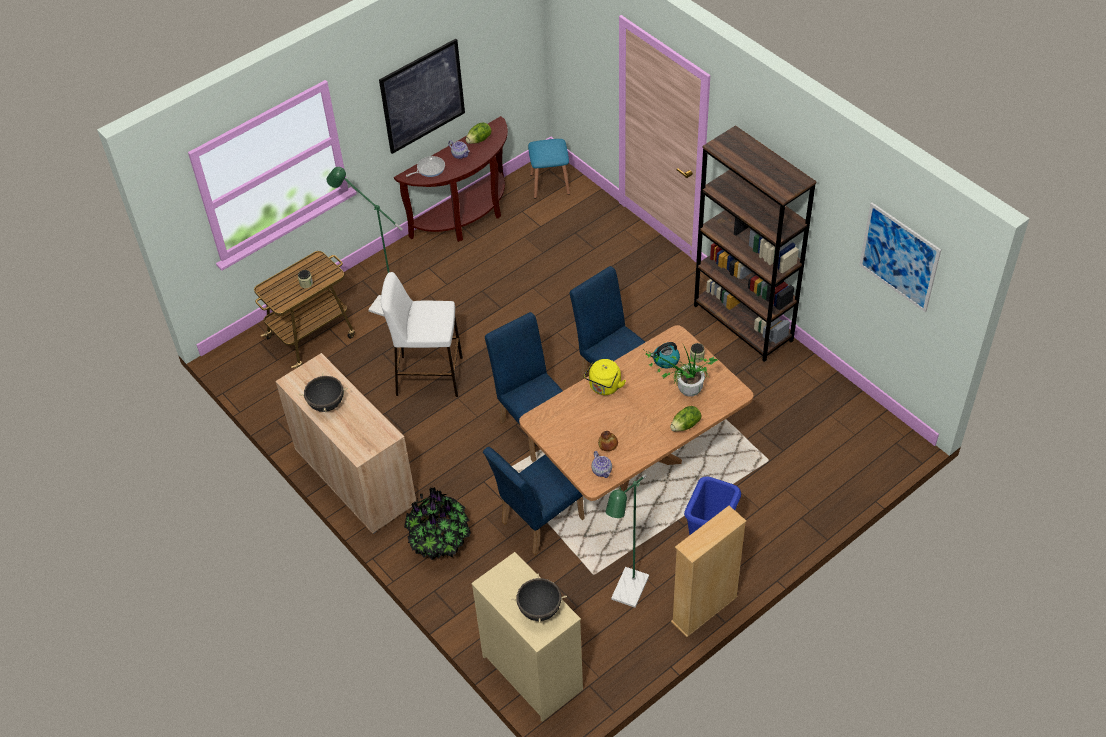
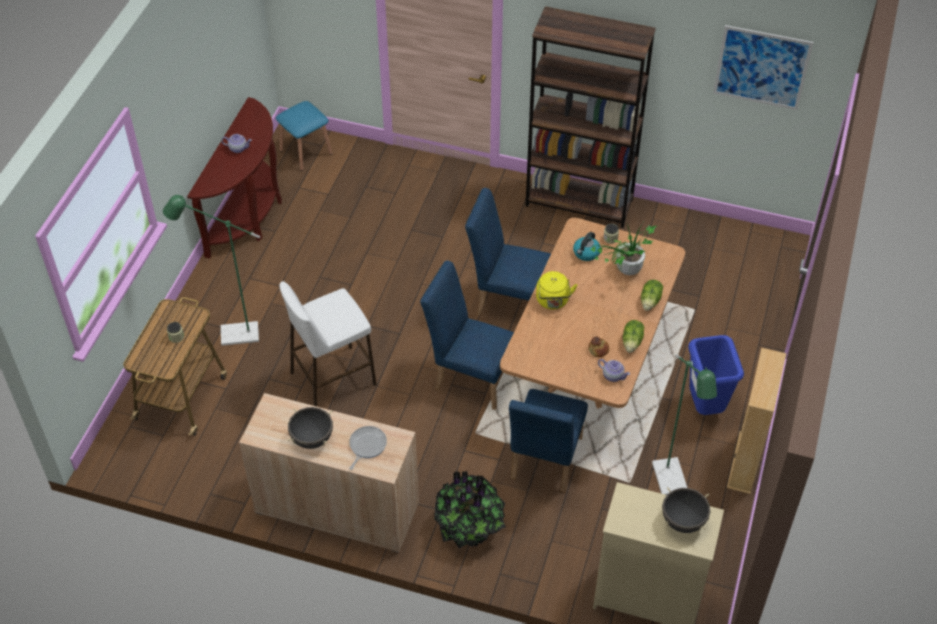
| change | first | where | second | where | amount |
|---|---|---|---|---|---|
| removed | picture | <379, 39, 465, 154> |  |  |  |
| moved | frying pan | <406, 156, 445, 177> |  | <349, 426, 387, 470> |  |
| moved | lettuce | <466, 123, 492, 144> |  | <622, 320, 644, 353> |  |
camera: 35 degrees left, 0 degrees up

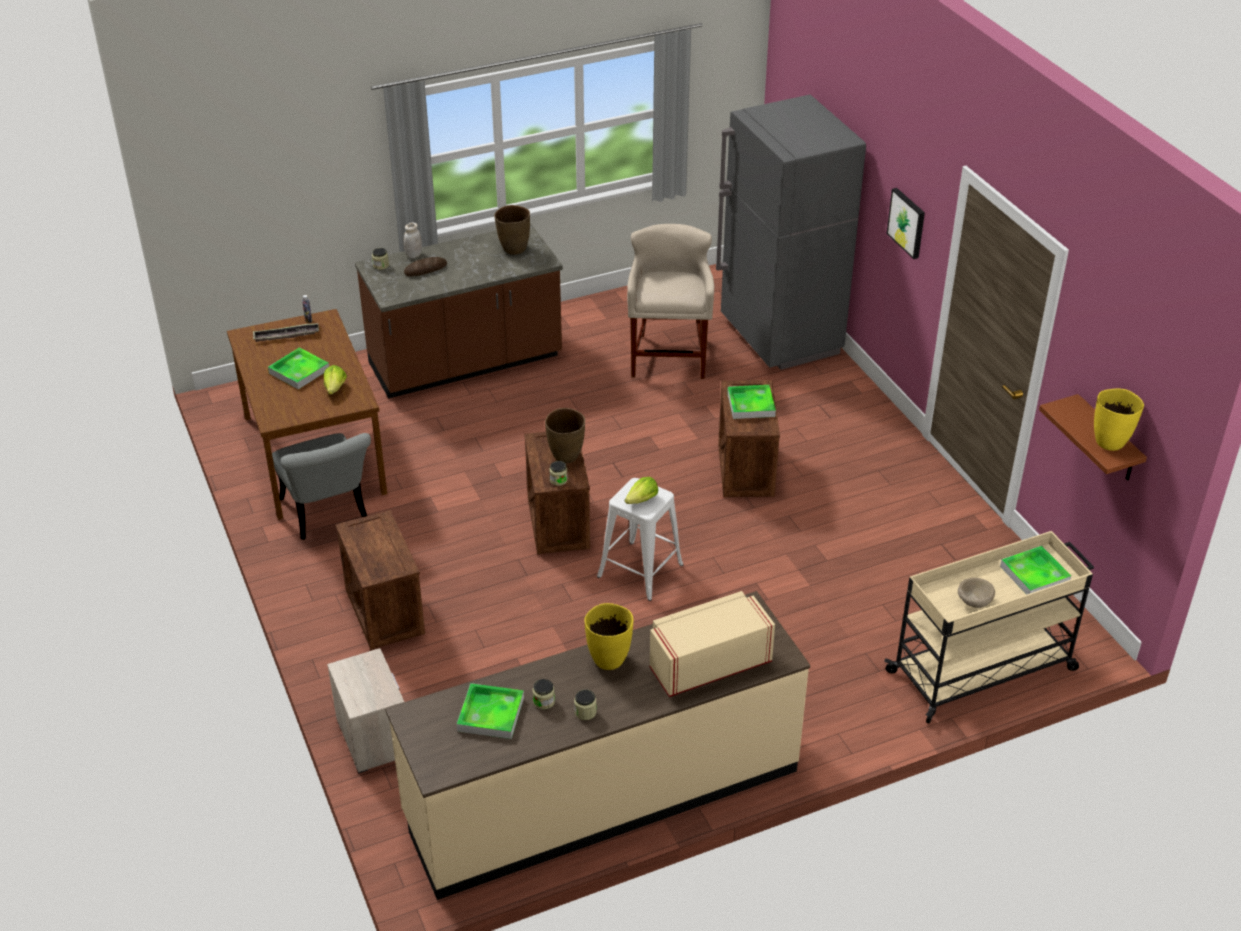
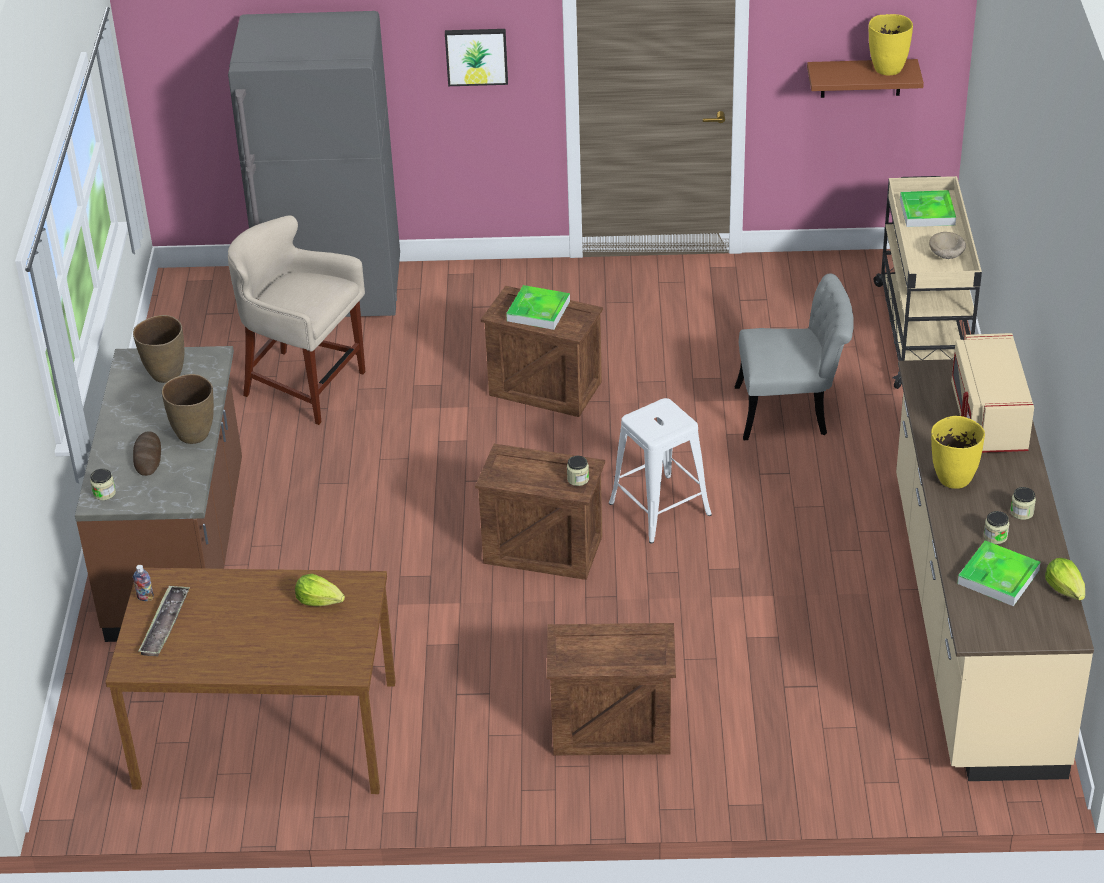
| change | first | where | second | where | amount |
|---|---|---|---|---|---|
| removed | tray | <268, 347, 329, 389> |  |  |  |
| moved | grey chair | <272, 433, 371, 540> |  | <735, 273, 854, 440> |  |
| removed | nightstand | <327, 648, 404, 774> |  |  |  |
| removed | white jar | <404, 222, 422, 258> |  |  |  |
| moved | brown vase | <545, 408, 585, 463> |  | <162, 374, 214, 444> |  |
| moved | lettuce | <625, 477, 658, 504> |  | <1045, 558, 1085, 600> |  |
camera: 65 degrees left, 0 degrees up

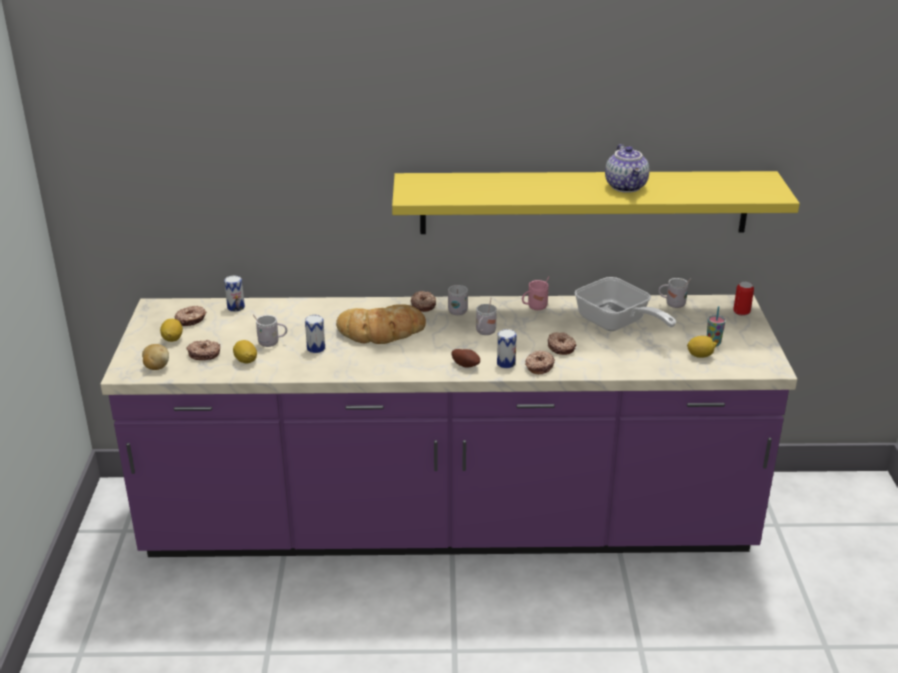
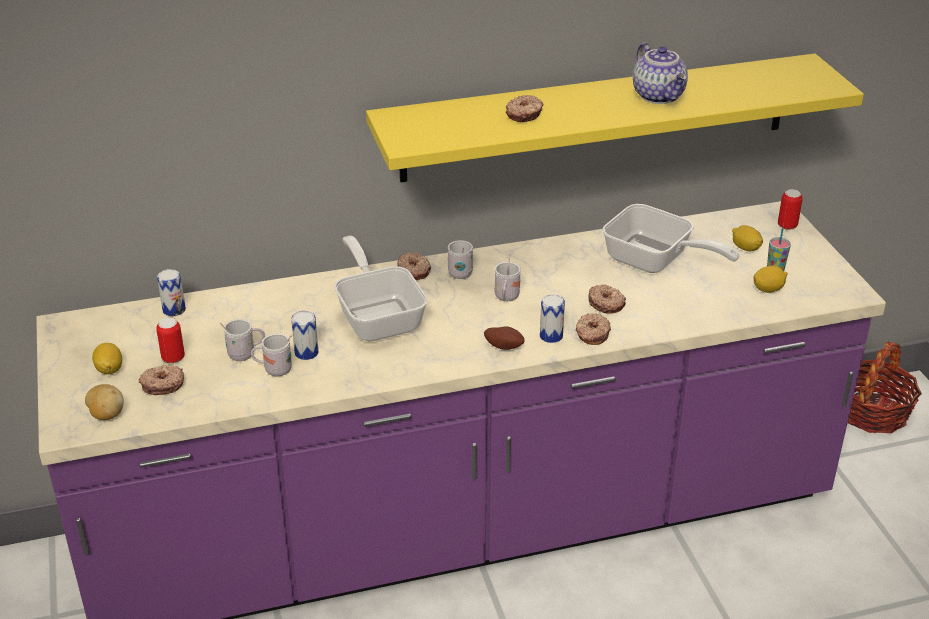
| change | first | where | second | where | amount |
|---|---|---|---|---|---|
| moved | donut | <175, 306, 207, 326> |  | <506, 95, 543, 122> |  |
| moved | lemon | <233, 340, 257, 363> |  | <732, 225, 763, 251> |  |
| replaced | bread | <336, 304, 426, 344> | frying pan | <334, 236, 428, 341> |  |
| removed | pink mug | <522, 277, 549, 310> |  |  |  |
| moved | white mug | <658, 278, 691, 308> |  | <251, 333, 292, 376> |  |
| added |  |  | can | <156, 318, 185, 363> |  |
| added |  |  | basket | <848, 342, 922, 433> |  |
camera: 15 degrees left, 5 degrees up

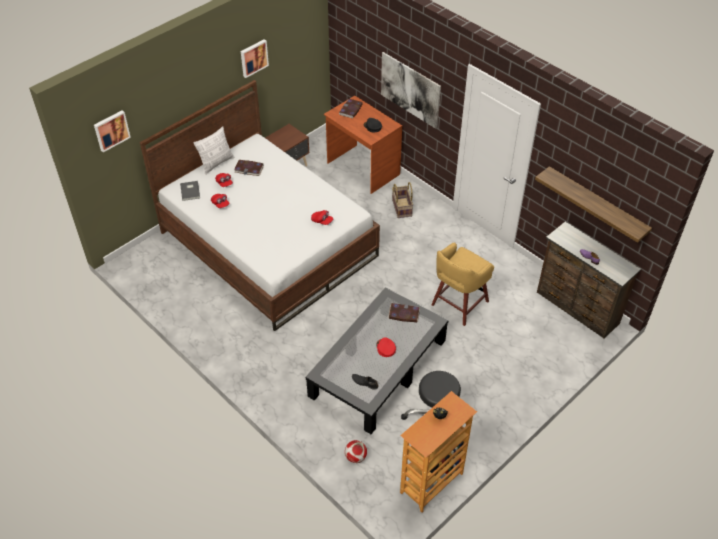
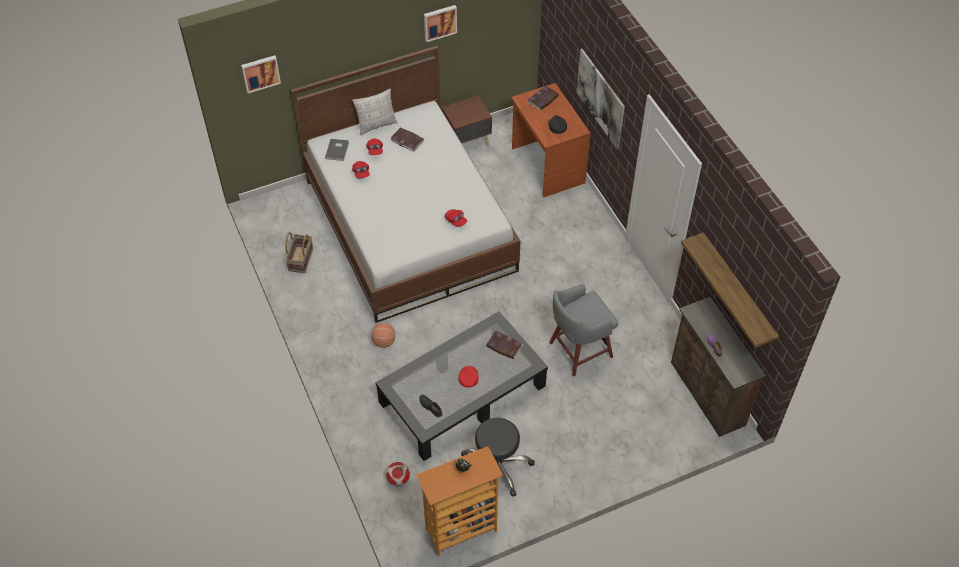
| change | first | where | second | where | amount |
|---|---|---|---|---|---|
| moved | basket | <392, 182, 413, 218> |  | <285, 232, 313, 273> |  |
| recoloured | yellow stool | <431, 242, 494, 326> | grey stool | <549, 284, 618, 377> |  |
| added |  |  | basketball | <371, 323, 396, 348> |  |
camera: 20 degrees right, 5 degrees up

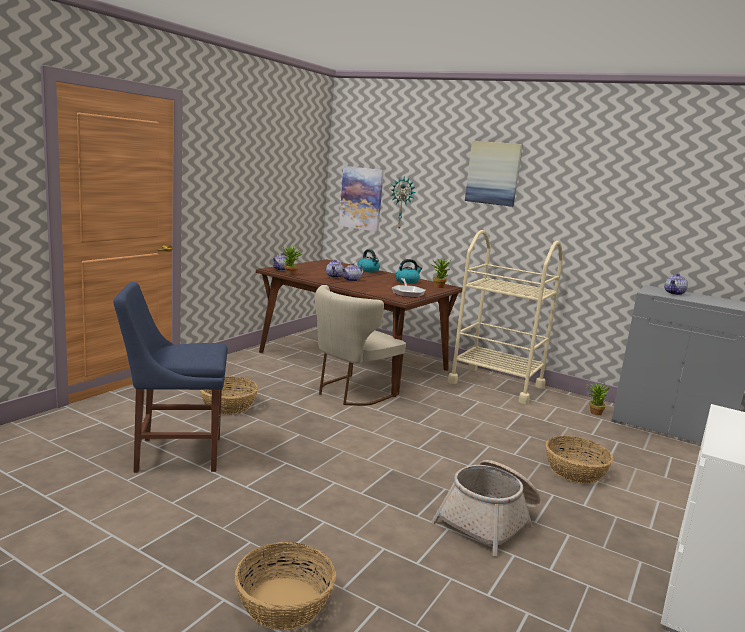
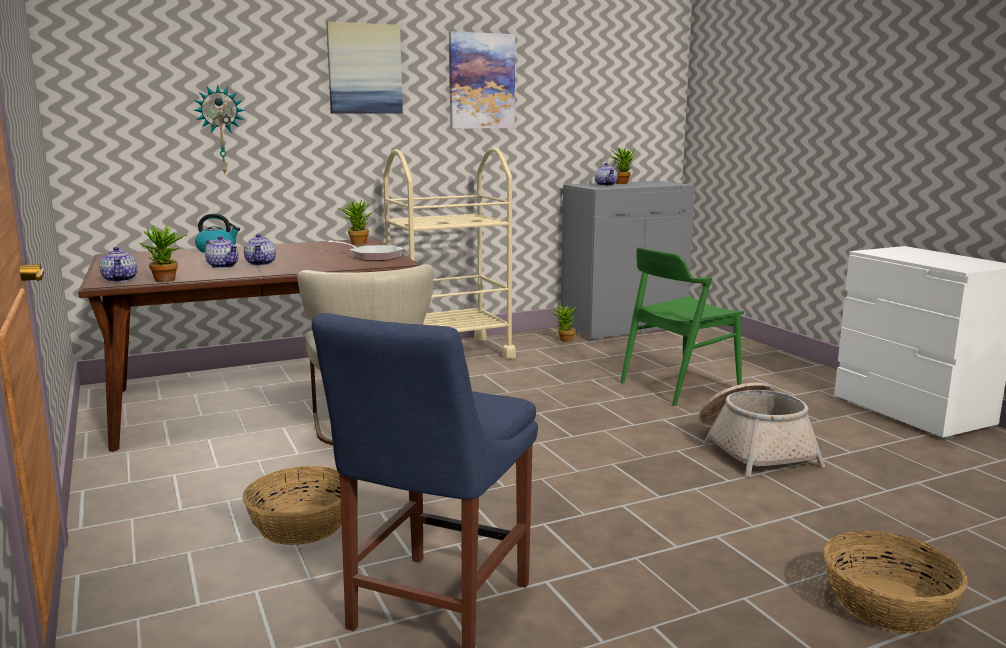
| change | first | where | second | where | amount |
|---|---|---|---|---|---|
| moved | picture | <339, 166, 384, 232> |  | <449, 31, 515, 129> |  |
| removed | kettle | <396, 259, 422, 284> |  |  |  |
| replaced | basket | <546, 436, 613, 484> | green chair | <620, 247, 744, 406> |  |
| added |  |  | potted plant | <610, 147, 635, 184> |  |
camera: 55 degrees left, 0 degrees up

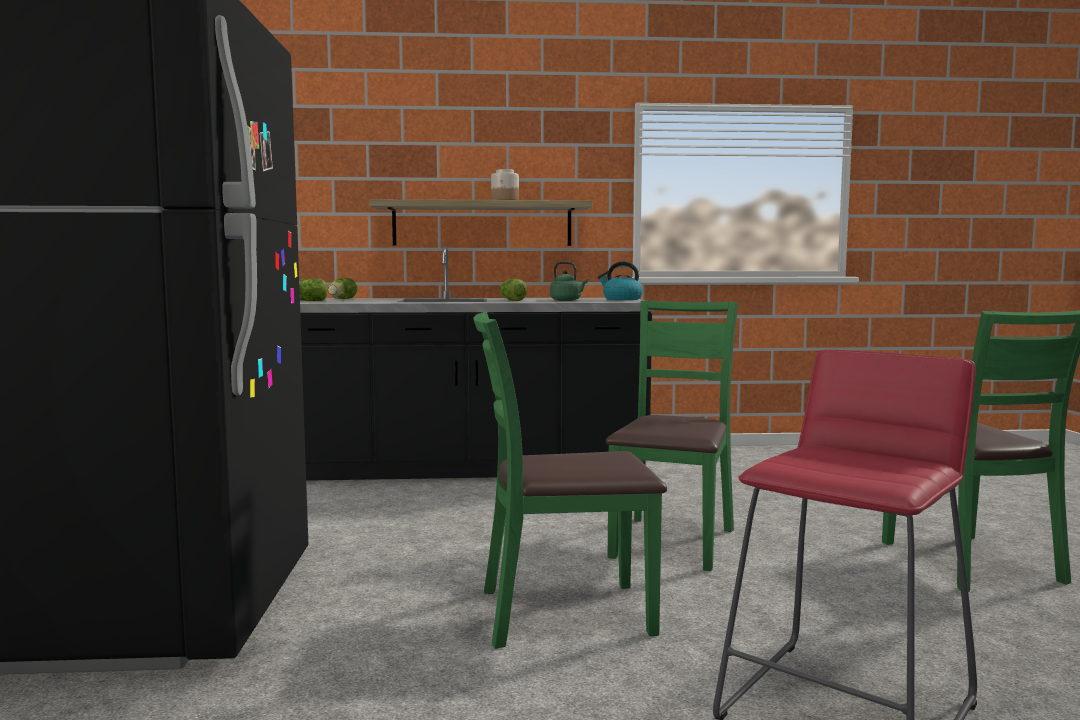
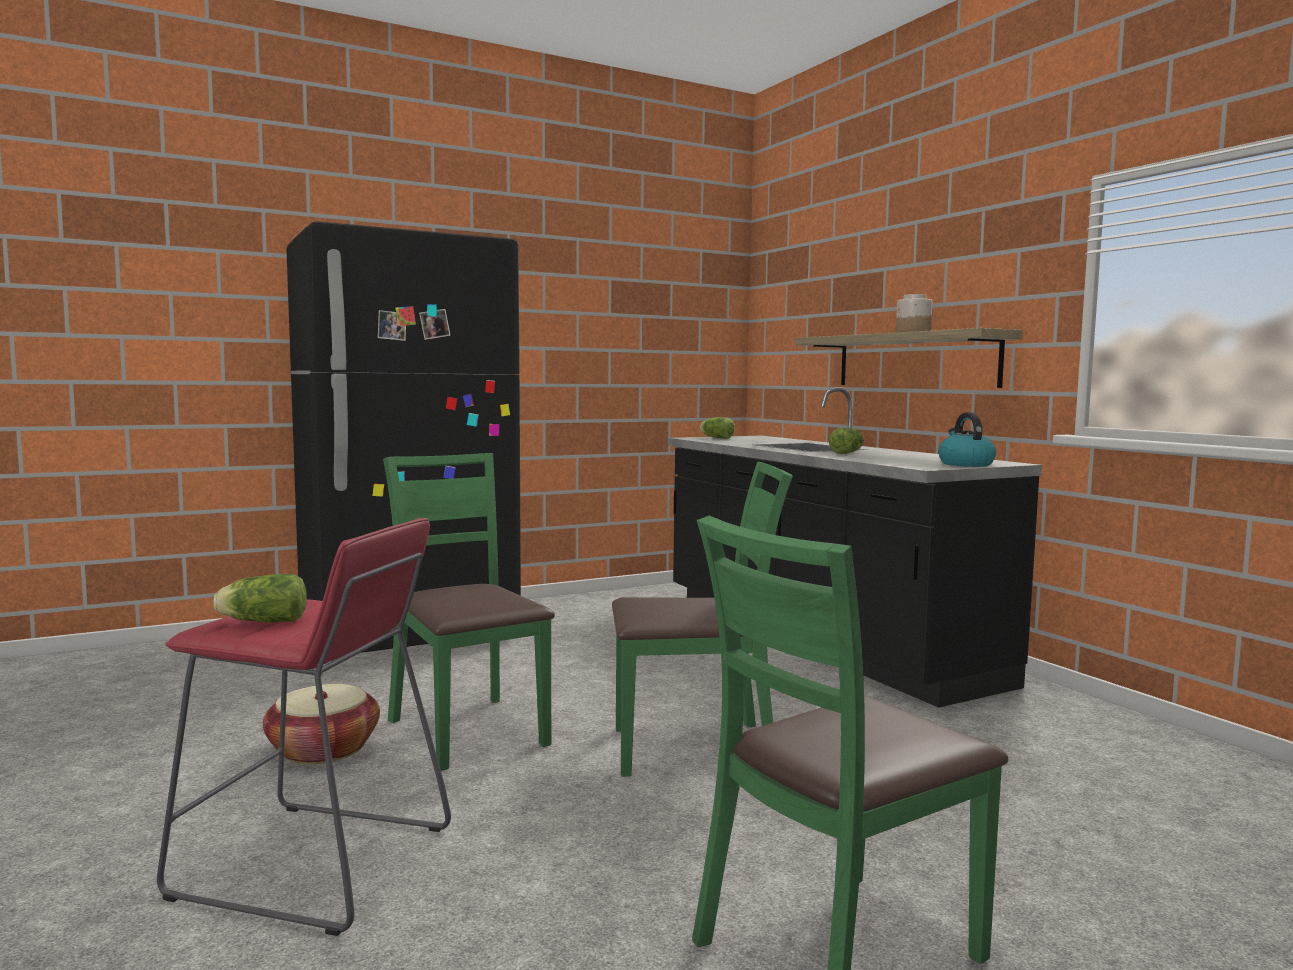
| change | first | where | second | where | amount |
|---|---|---|---|---|---|
| moved | lettuce | <328, 278, 357, 299> |  | <214, 574, 307, 622> |  |
| removed | green kettle | <550, 261, 588, 301> |  |  |  |
| added |  |  | basket | <263, 684, 380, 764> |  |
camera: 65 degrees right, 0 degrees up

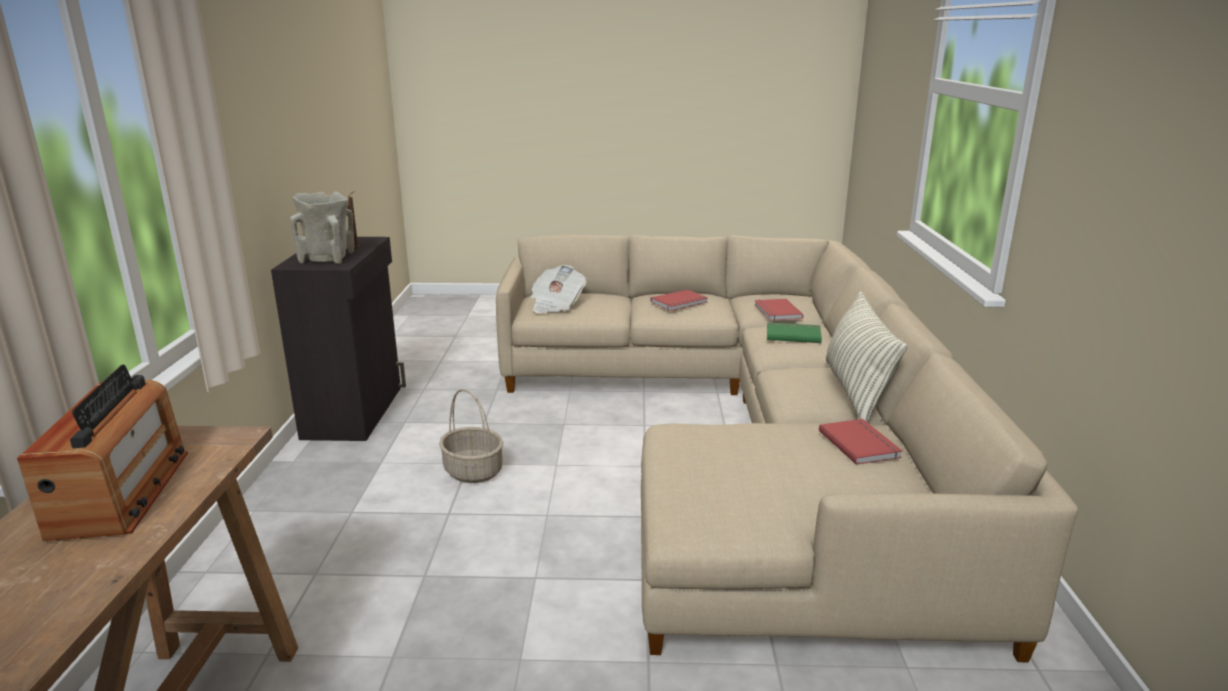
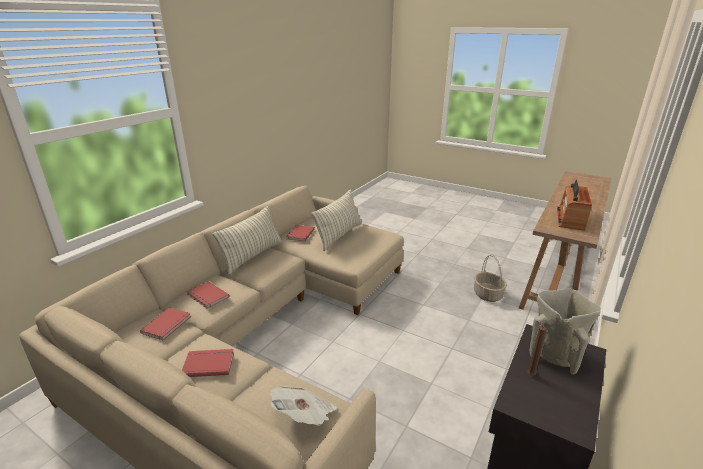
| change | first | where | second | where | amount |
|---|---|---|---|---|---|
| moved | basket | <439, 389, 503, 483> |  | <474, 255, 507, 302> |  |
| recoloured | green book | <767, 322, 822, 343> | red book | <187, 281, 229, 309> |  |
| added |  |  | pillow | <311, 189, 362, 251> |  |
camera: 150 degrees left, 5 degrees up

